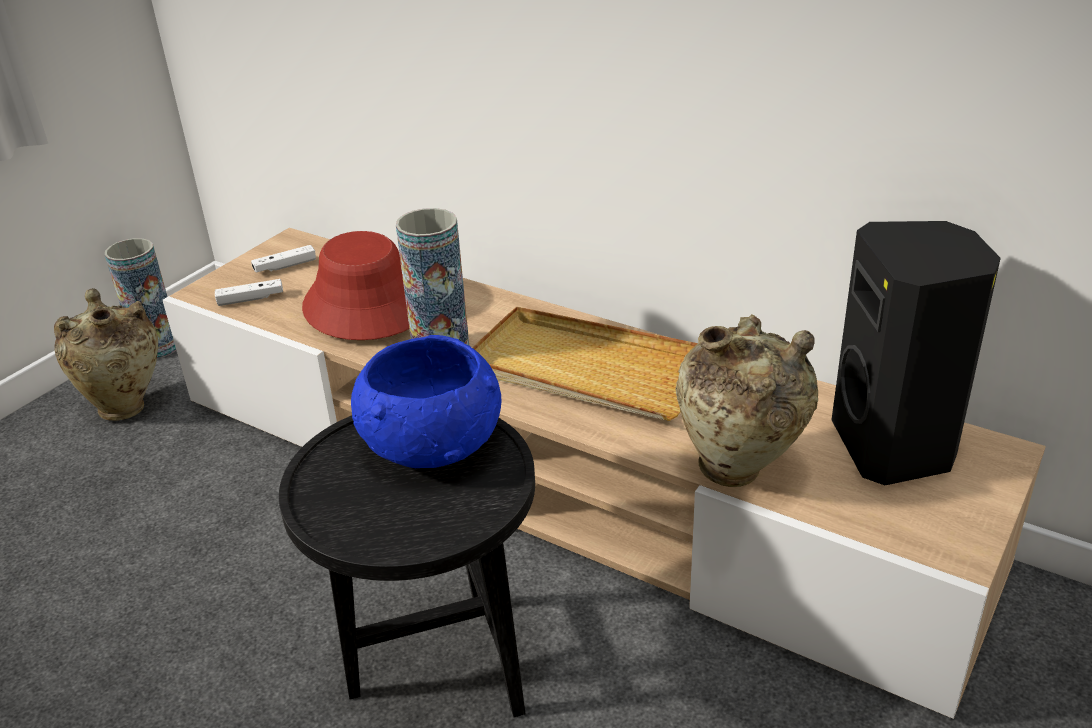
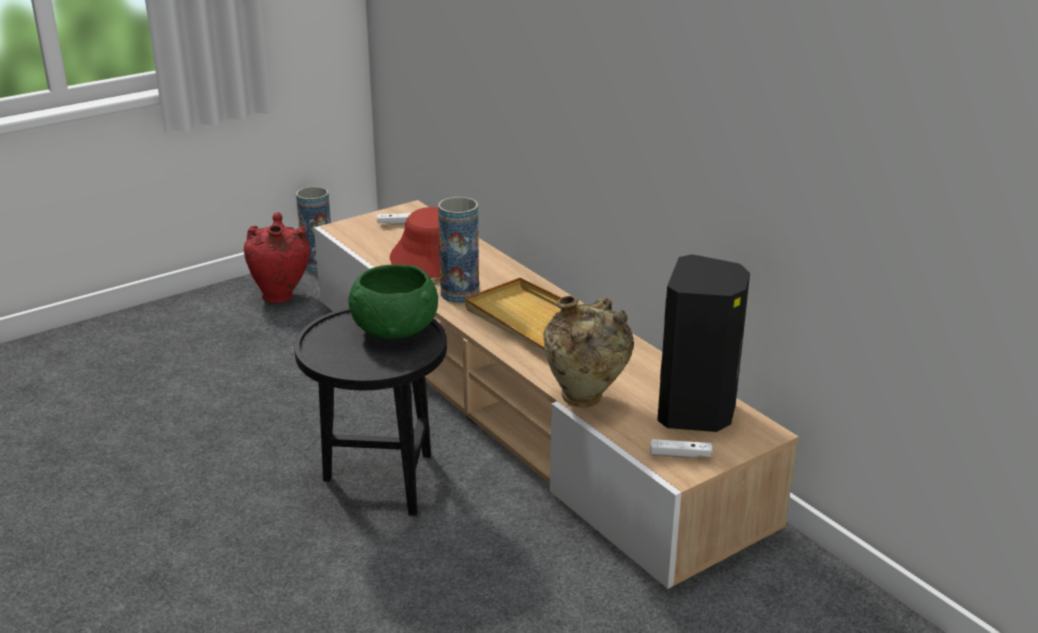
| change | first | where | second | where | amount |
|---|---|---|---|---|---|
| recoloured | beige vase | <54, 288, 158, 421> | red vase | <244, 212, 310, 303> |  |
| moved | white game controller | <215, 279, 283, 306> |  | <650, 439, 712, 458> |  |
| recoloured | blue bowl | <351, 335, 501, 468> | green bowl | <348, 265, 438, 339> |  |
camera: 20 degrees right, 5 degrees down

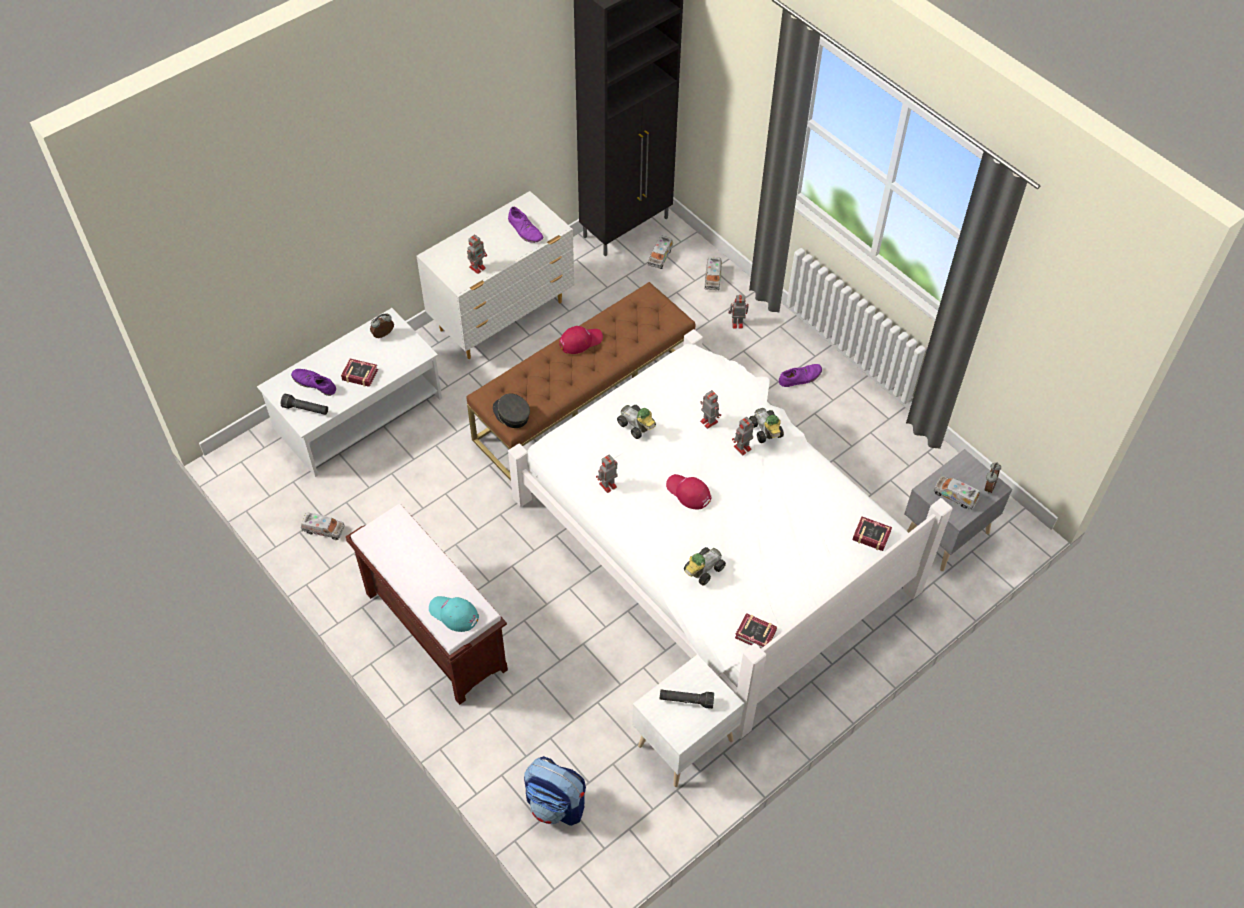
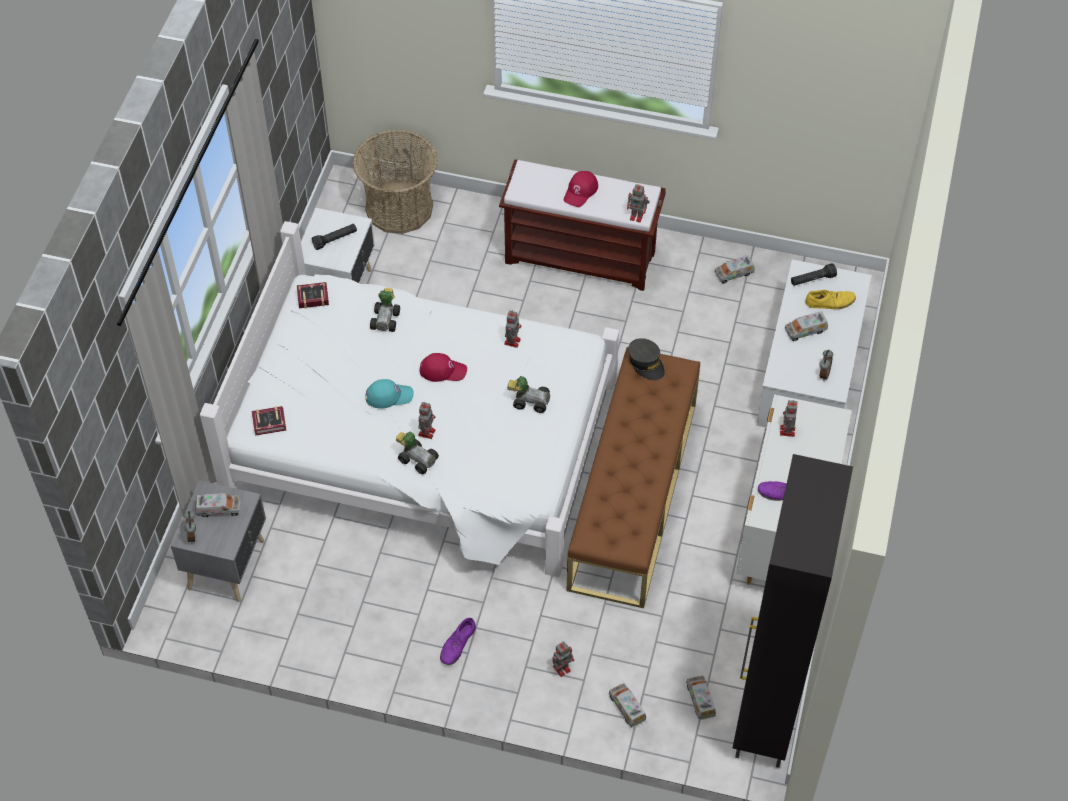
| change | first | where | second | where | amount |
|---|---|---|---|---|---|
| recoloured | purple shoe | <291, 369, 336, 396> | yellow shoe | <805, 290, 856, 309> |  |
| replaced | book | <341, 358, 378, 387> | toy truck | <784, 312, 828, 341> |  |
| moved | turquoise cap | <429, 596, 479, 632> |  | <366, 379, 414, 409> |  |
| turned | grey cap | <493, 394, 530, 428> |  | <628, 338, 665, 380> | 45 degrees clockwise |
| replaced | backpack | <524, 756, 586, 826> | basket | <353, 129, 438, 234> |  |
| moved | red cap | <559, 326, 603, 354> |  | <564, 171, 598, 207> |  |
| moved | toy robot | <700, 390, 721, 429> |  | <627, 184, 650, 222> |  |
camera: 145 degrees right, 0 degrees up

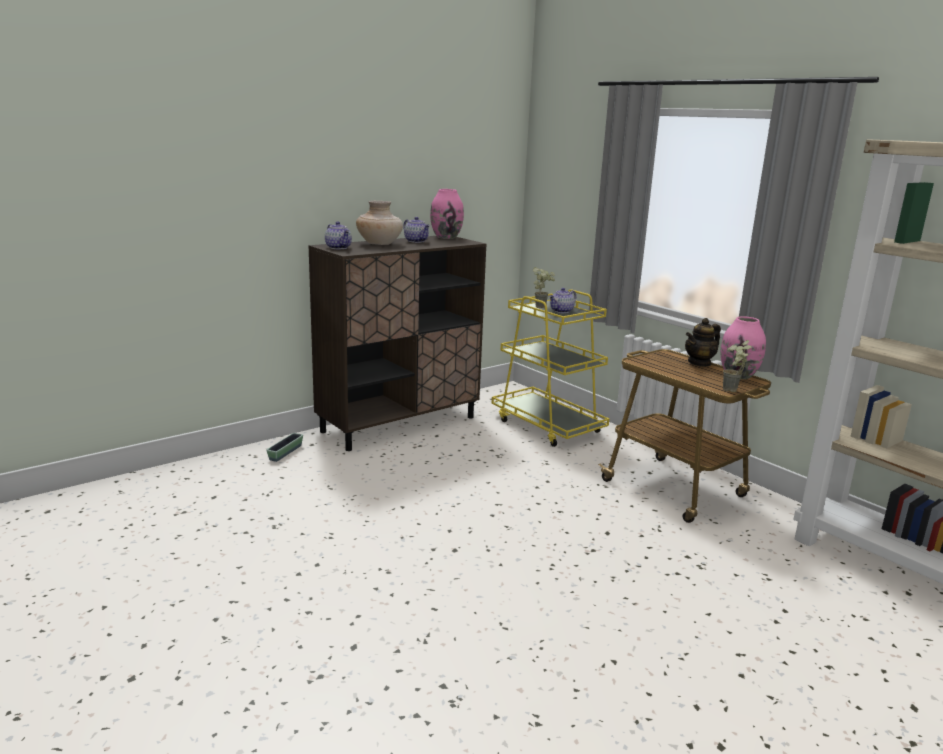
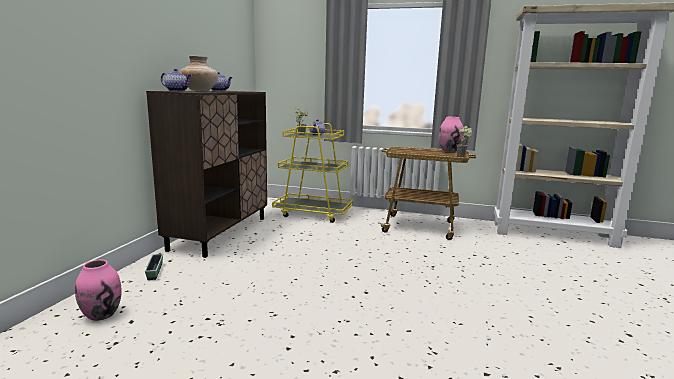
| change | first | where | second | where | amount |
|---|---|---|---|---|---|
| moved | pink vase | <430, 189, 464, 239> |  | <75, 260, 122, 321> |  |
| removed | teapot | <685, 318, 721, 367> |  |  |  |
camera: 35 degrees left, 5 degrees down

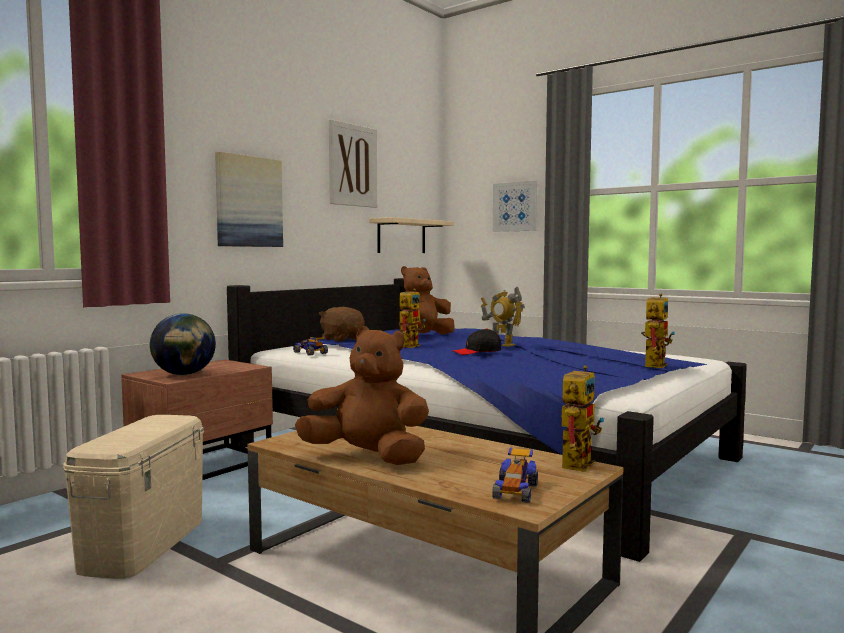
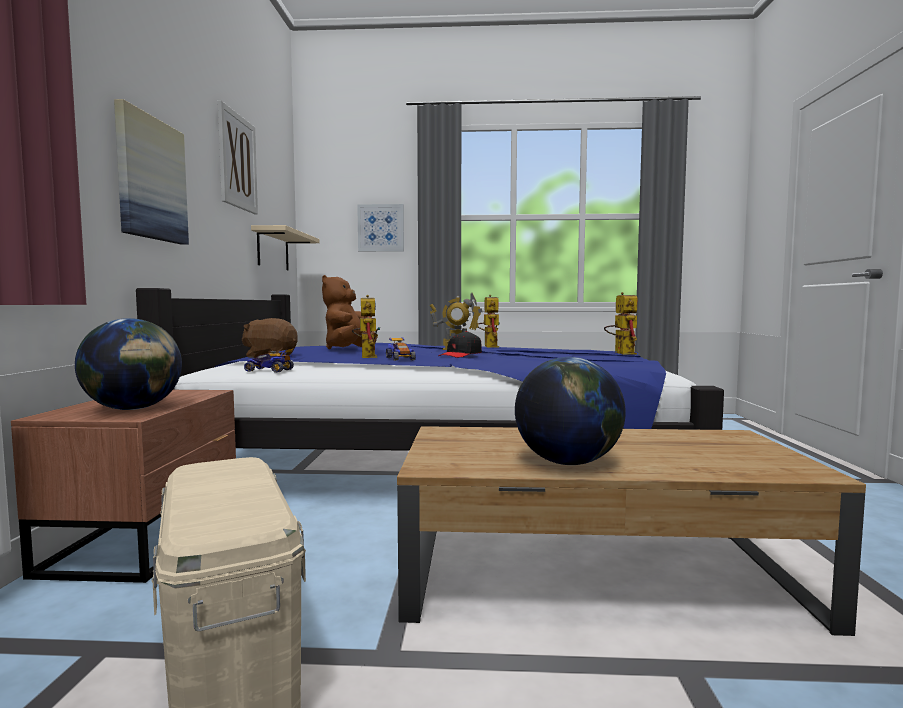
| change | first | where | second | where | amount |
|---|---|---|---|---|---|
| replaced | brown plush toy | <295, 326, 429, 465> | globe | <515, 357, 626, 465> |  |
| moved | toy car | <492, 447, 538, 503> |  | <386, 337, 416, 361> |  |
| moved | toy robot | <561, 365, 605, 472> |  | <478, 295, 500, 348> |  |
camera: 35 degrees left, 0 degrees up

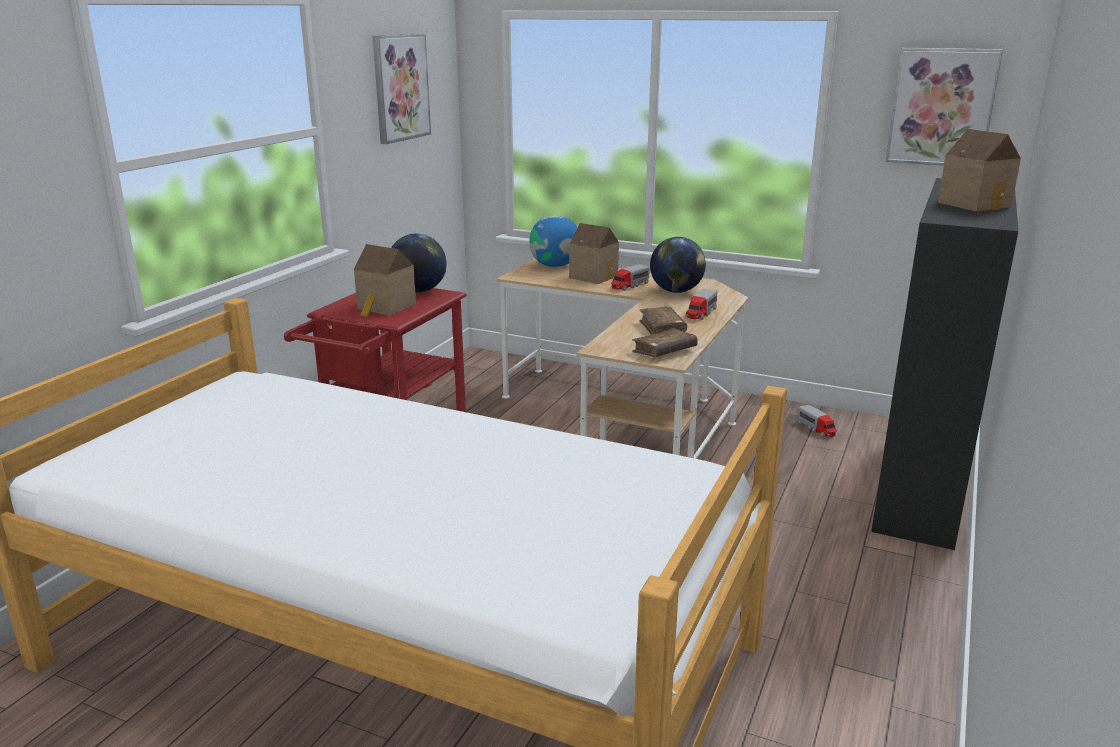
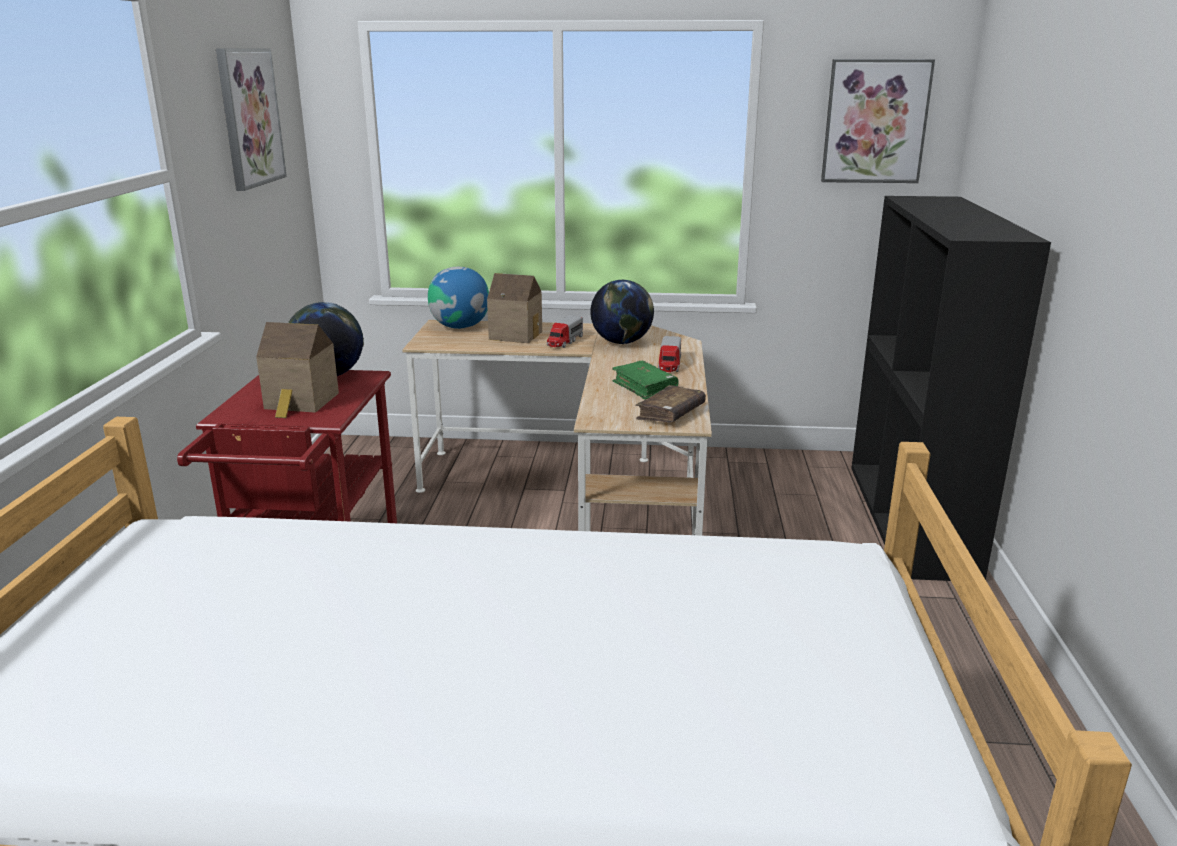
| change | first | where | second | where | amount |
|---|---|---|---|---|---|
| recoloured | brown book | <639, 306, 687, 335> | green book | <612, 361, 679, 399> |  |
| removed | toy truck | <797, 405, 837, 437> |  |  |  |
| removed | toy house | <938, 129, 1021, 212> |  |  |  |
camera: 20 degrees left, 0 degrees up

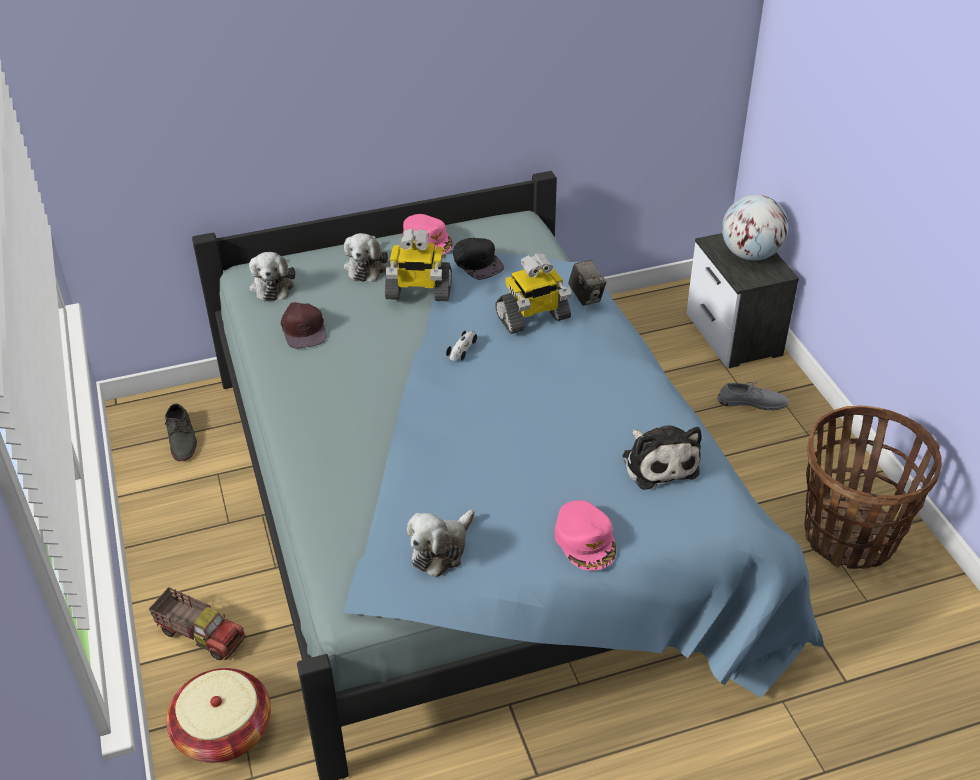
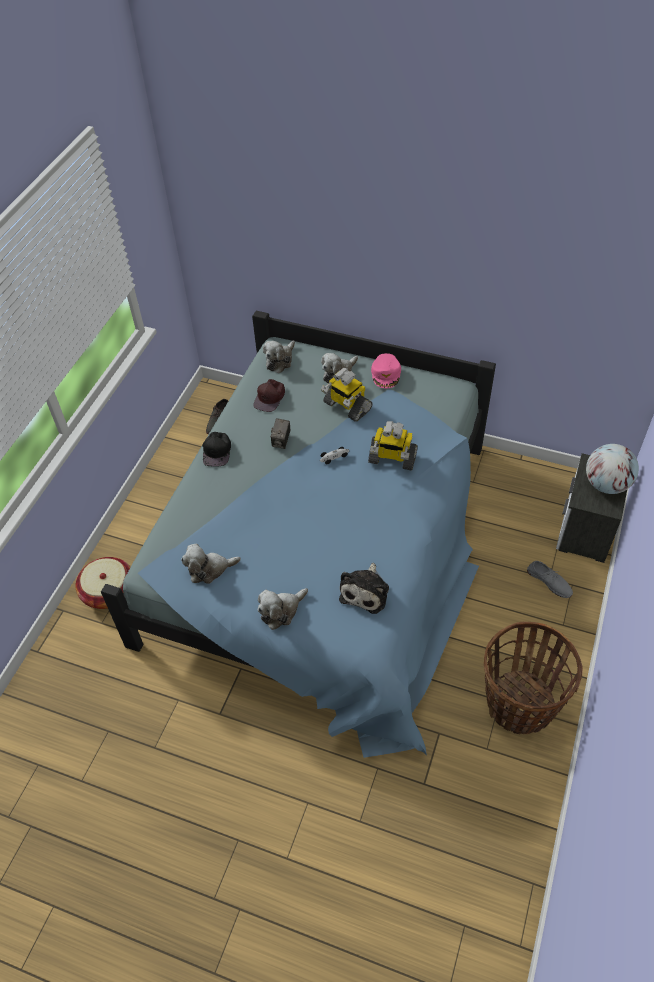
| change | first | where | second | where | amount |
|---|---|---|---|---|---|
| removed | toy truck | <149, 587, 246, 660> |  |  |  |
| moved | black cap | <453, 238, 504, 280> |  | <202, 432, 231, 467> |  |
| replaced | pink cap | <555, 500, 616, 571> | plush toy | <258, 588, 308, 630> |  |
| moved | photo camera | <568, 260, 606, 306> |  | <271, 418, 291, 449> |  |
camera: 40 degrees right, 10 degrees up

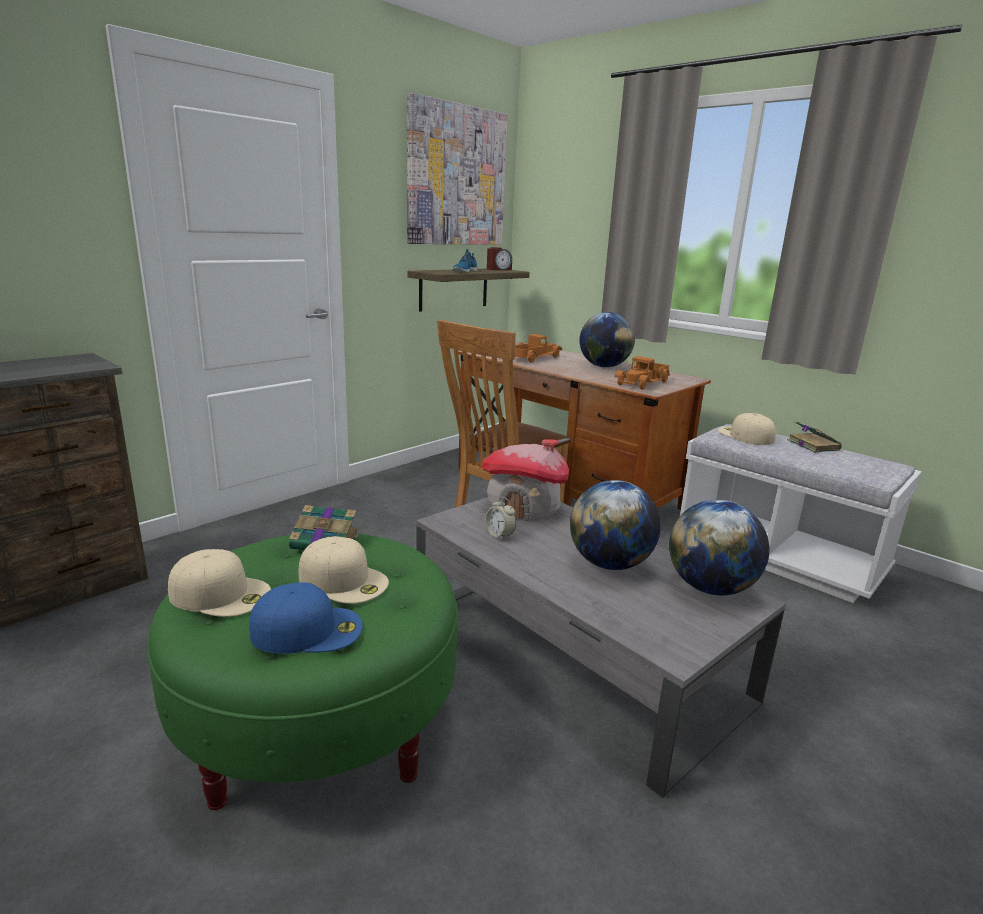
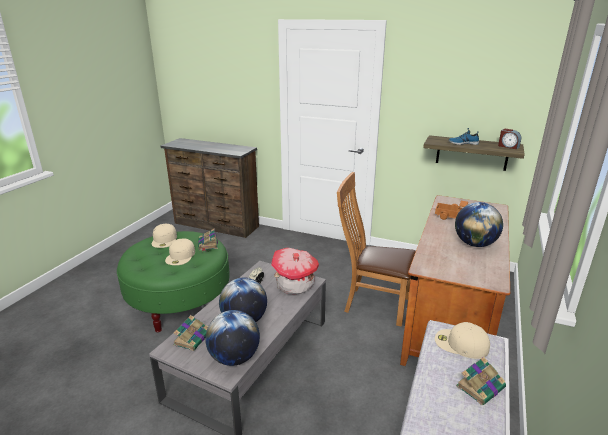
| change | first | where | second | where | amount |
|---|---|---|---|---|---|
| removed | blue cap | <249, 582, 363, 654> |  |  |  |
| removed | picture | <407, 93, 507, 245> |  |  |  |
| removed | toy truck | <614, 356, 670, 390> |  |  |  |
| turned | beige cap | <718, 413, 776, 445> |  | <435, 322, 490, 359> | 105 degrees counterclockwise |
| added |  |  | book | <173, 315, 208, 351> |  |
camera: 70 degrees right, 5 degrees up

